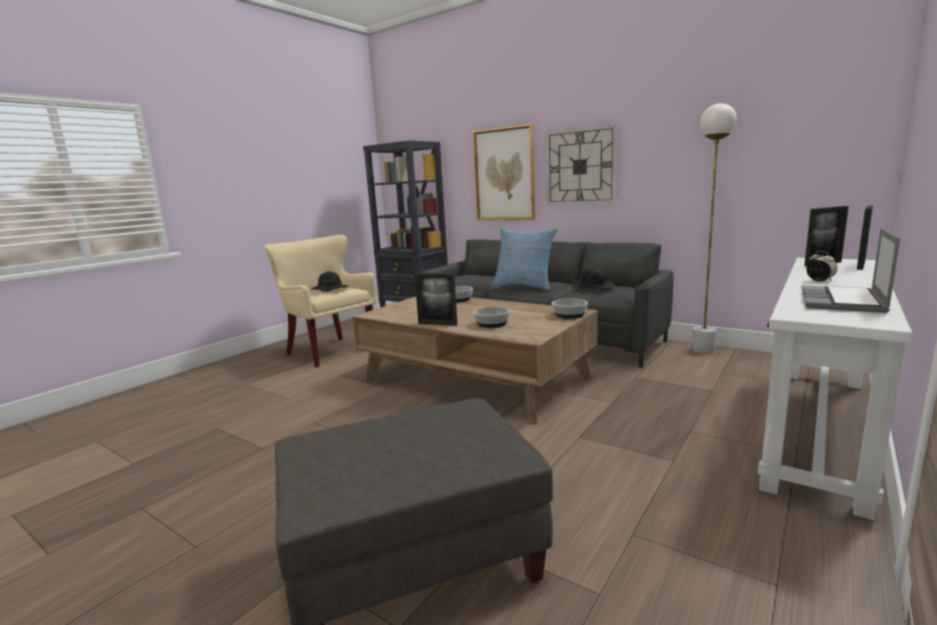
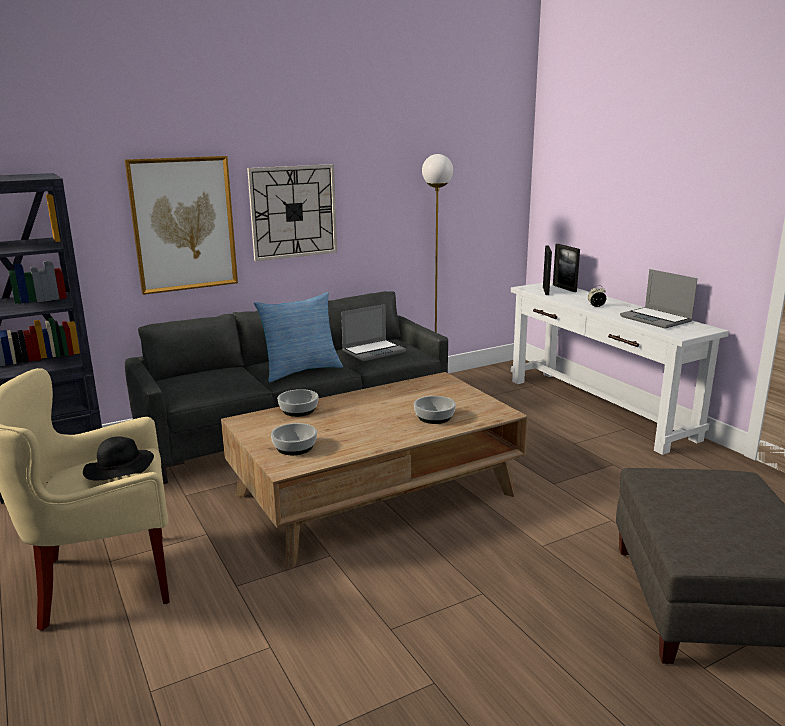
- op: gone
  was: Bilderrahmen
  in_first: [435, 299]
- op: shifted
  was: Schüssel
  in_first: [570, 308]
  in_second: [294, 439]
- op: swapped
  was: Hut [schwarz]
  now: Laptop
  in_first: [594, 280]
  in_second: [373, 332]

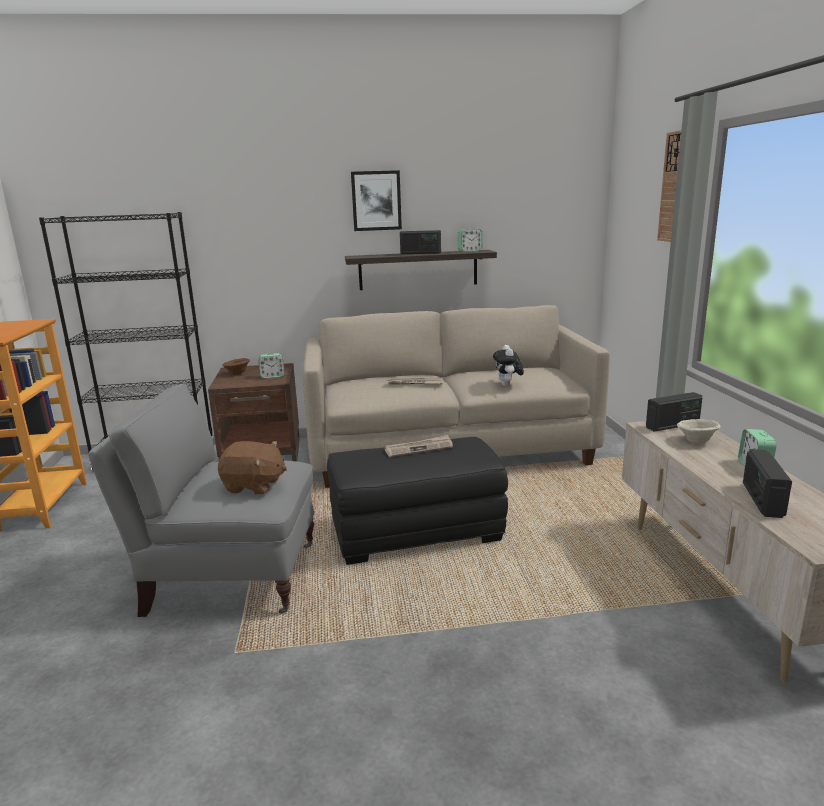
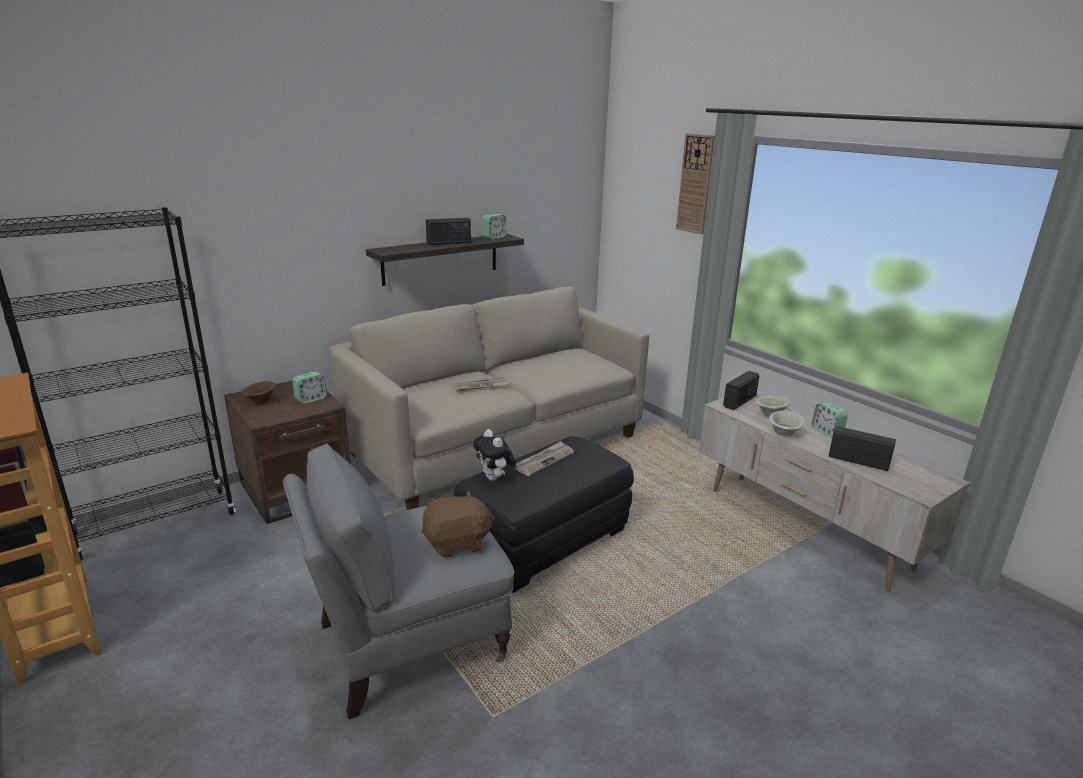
- op: gone
  was: Bild
  in_first: [376, 200]
- op: new
  now: Schüssel [beige]
  in_second: [787, 423]
- op: shifted
  was: Plüschtier
  in_first: [508, 366]
  in_second: [494, 455]
- op: rotated
  was: Radio
  in_first: [767, 483]
  in_second: [862, 448]
  clockwise: 135

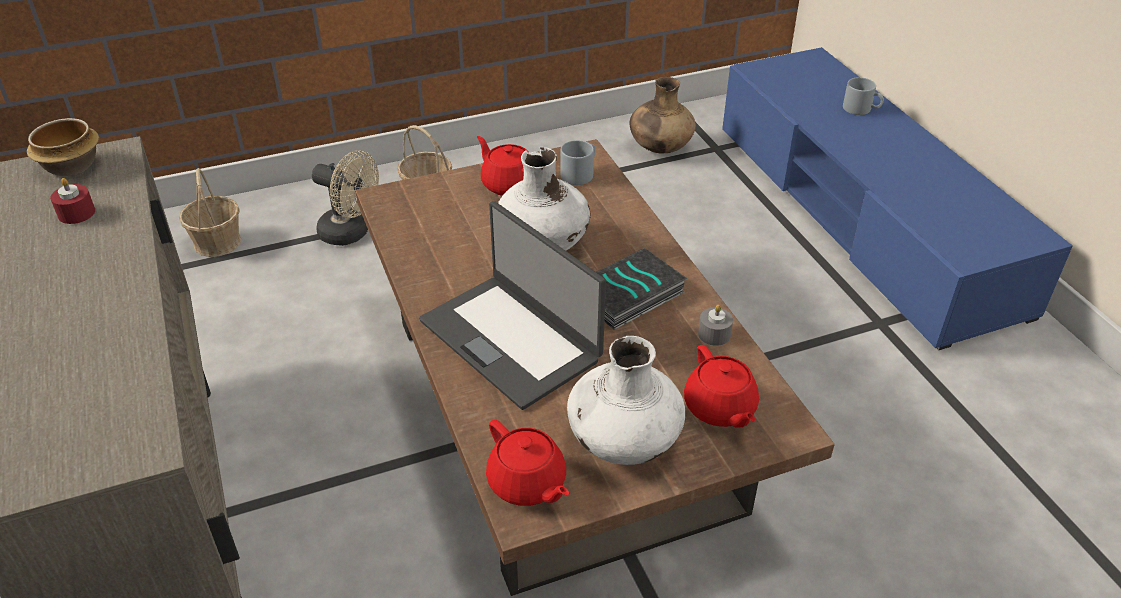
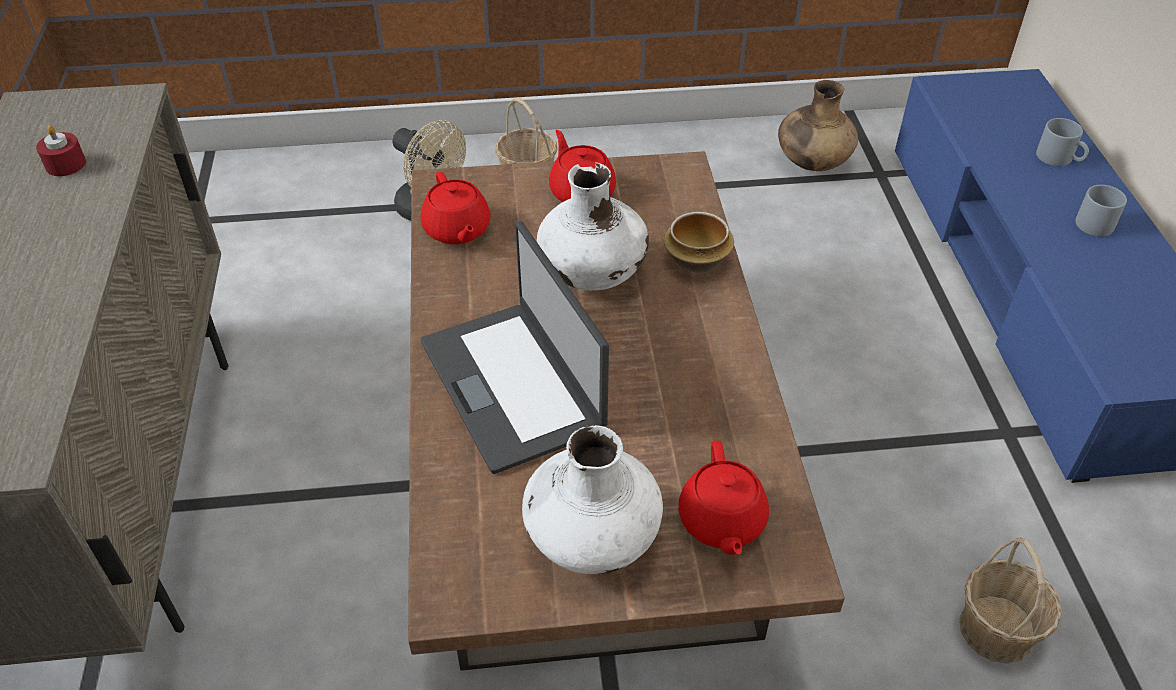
- op: gone
  was: Buch
  in_first: [642, 289]
- op: gone
  was: Kerze [grau]
  in_first: [715, 325]
- op: shifted
  was: Schüssel
  in_first: [63, 147]
  in_second: [699, 242]
- op: shifted
  was: Korb
  in_first: [210, 212]
  in_second: [1011, 600]
- op: shifted
  was: Teekanne [rot]
  in_first: [527, 463]
  in_second: [455, 208]
- op: shifted
  was: Henkelbecher [grau]
  in_first: [578, 162]
  in_second: [1101, 211]

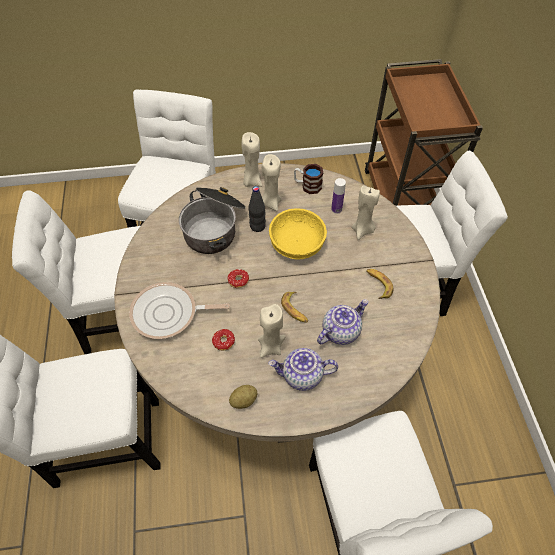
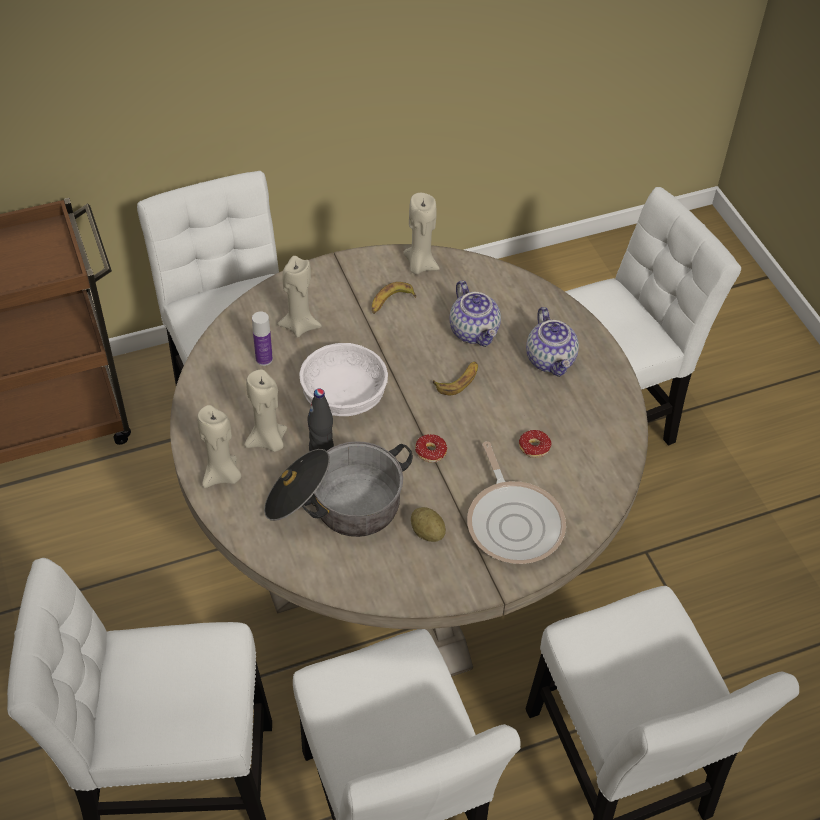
- op: gone
  was: Henkelbecher
  in_first: [308, 179]
- op: shifted
  was: Kartoffel
  in_first: [243, 397]
  in_second: [428, 524]
- op: shifted
  was: Kerze [beige]
  in_first: [272, 331]
  in_second: [421, 234]
- op: repainted
  was: Schüssel [gelb]
  now: Schüssel [weiß]
  in_first: [298, 233]
  in_second: [343, 379]
- op: rotated
  was: Teekanne
  in_first: [343, 322]
  in_second: [475, 314]
  clockwise: -150

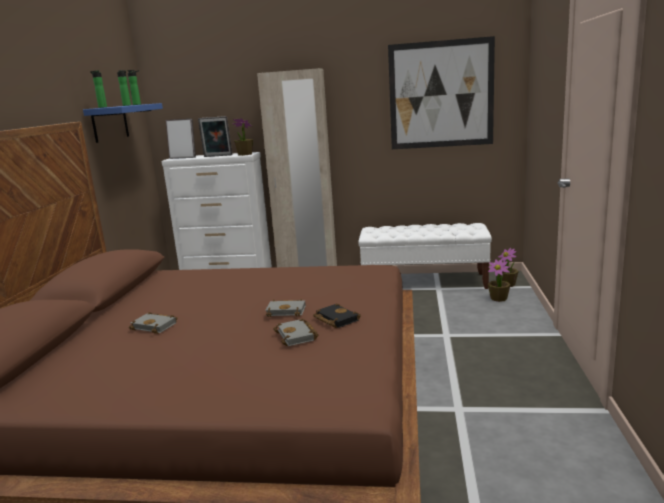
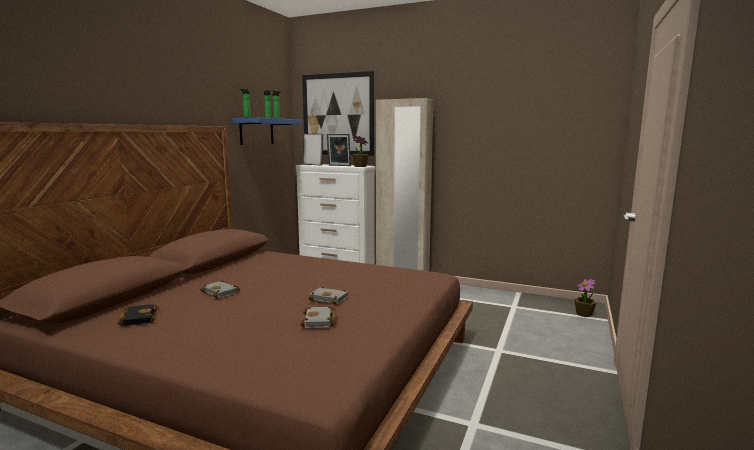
- op: gone
  was: Bank [weiß]
  in_first: [425, 256]
- op: gone
  was: Topfpflanze
  in_first: [499, 280]
- op: shifted
  was: Buch [schwarz]
  in_first: [337, 315]
  in_second: [138, 314]
- op: shifted
  was: Bild
  in_first: [441, 92]
  in_second: [338, 113]

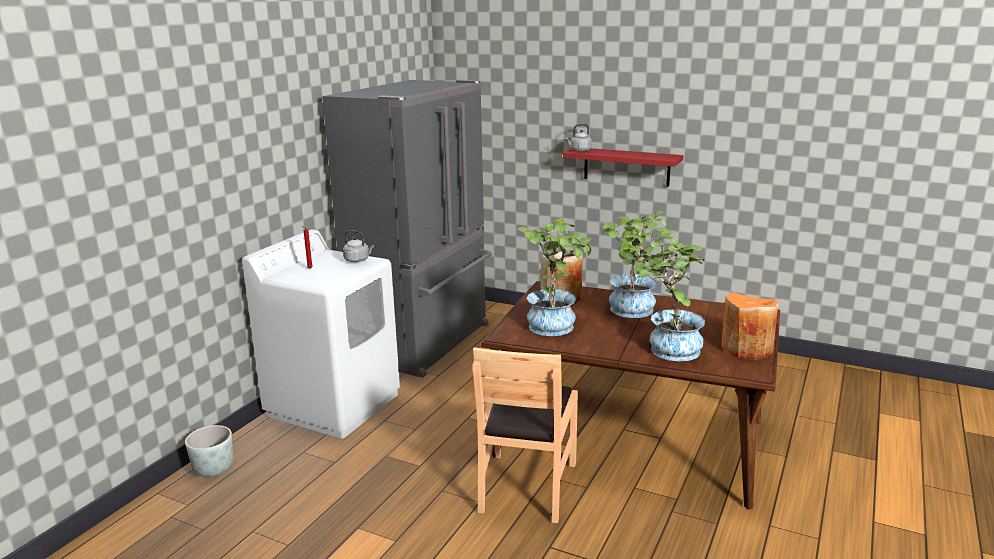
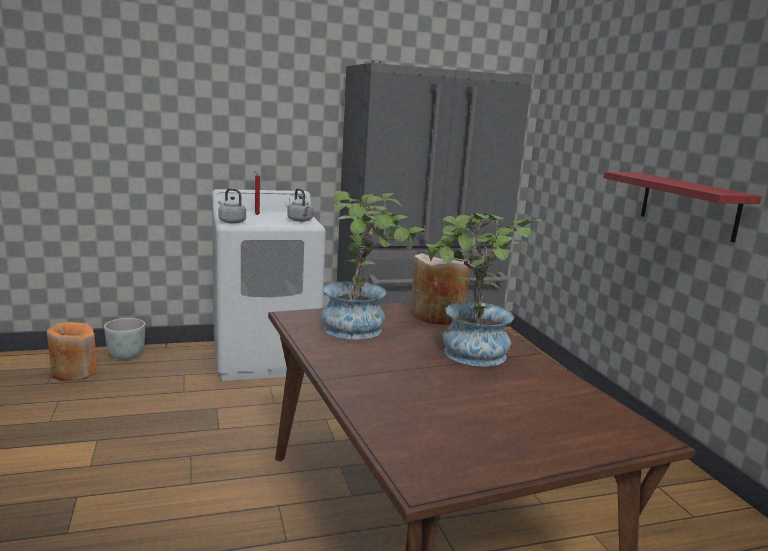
- op: gone
  was: Stuhl [braun]
  in_first: [525, 435]
- op: gone
  was: Topfpflanze
  in_first: [666, 301]
- op: shifted
  was: Wasserkessel [grau]
  in_first: [578, 138]
  in_second: [232, 206]
- op: shifted
  was: Vase [orange]
  in_first: [750, 326]
  in_second: [72, 351]

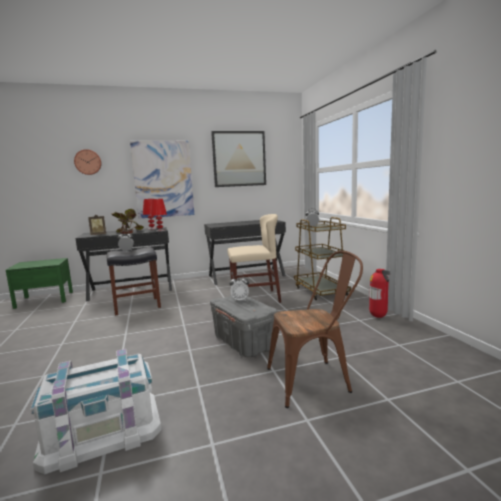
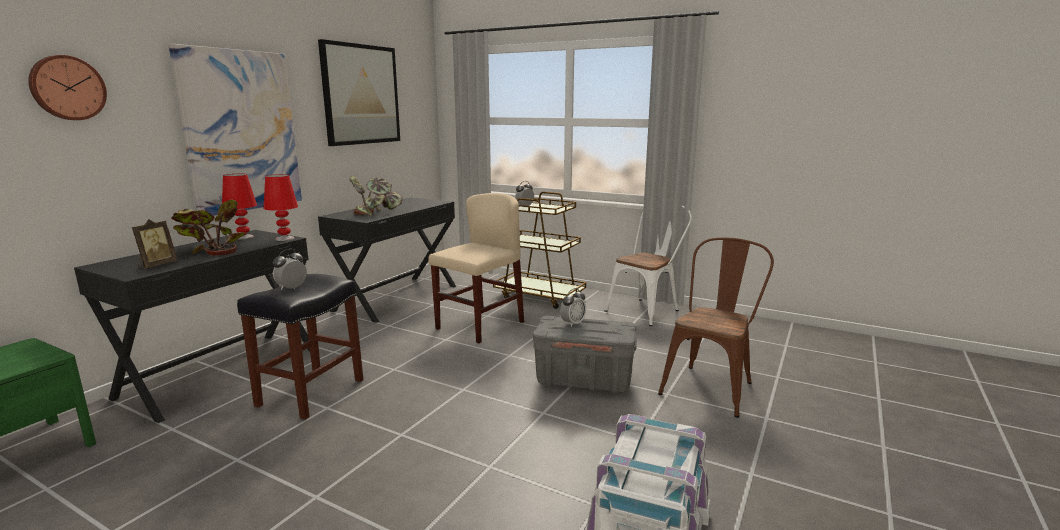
- op: new
  now: Topfpflanze
  in_second: [376, 196]
- op: swapped
  was: Feuerlöscher
  now: Stuhl [weiß]
  in_first: [379, 293]
  in_second: [648, 266]

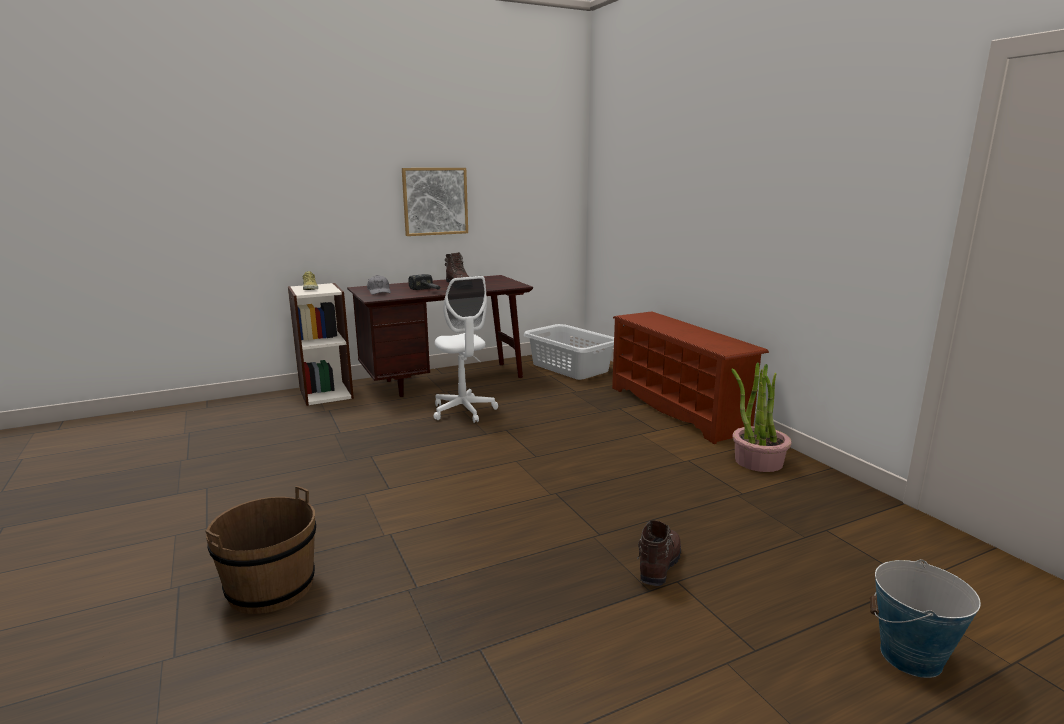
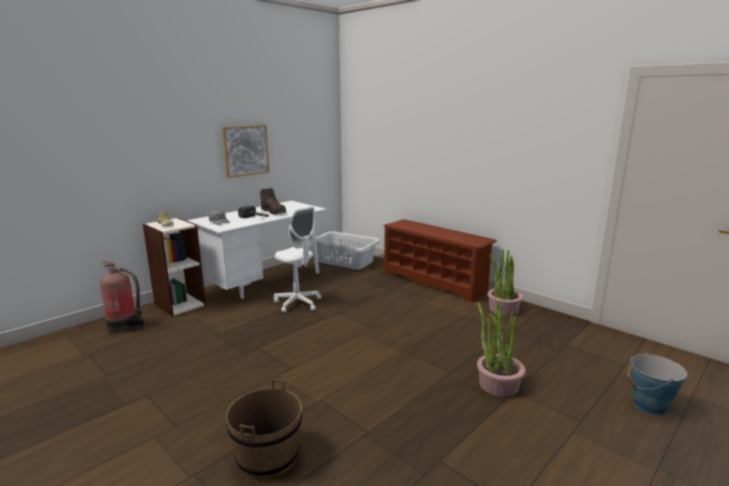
- op: new
  now: Feuerlöscher
  in_second: [122, 297]
- op: swapped
  was: Stiefel [braun]
  now: Topfpflanze
  in_first: [659, 553]
  in_second: [501, 349]
- op: repainted
  was: Schreibtisch [braun]
  now: Schreibtisch [weiß]
  in_first: [440, 336]
  in_second: [257, 250]

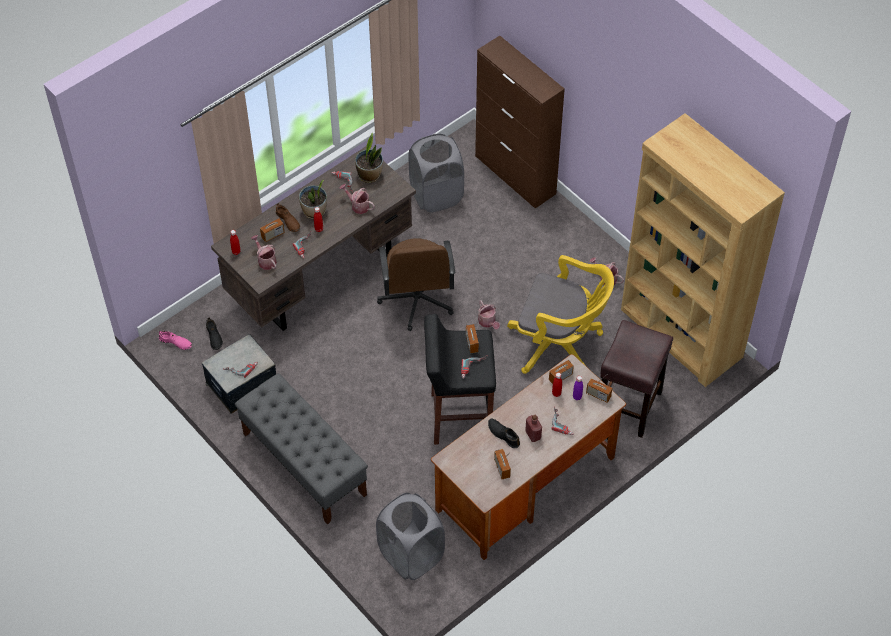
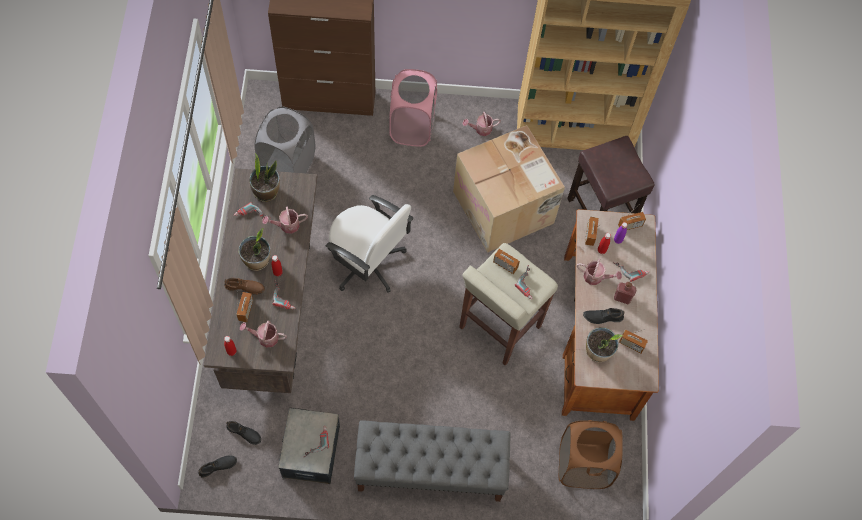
- op: new
  now: Wäschekorb [rosa]
  in_second: [413, 108]
- op: new
  now: Topfpflanze
  in_second: [604, 344]
- op: shifted
  was: Gießkanne
  in_first: [489, 314]
  in_second: [599, 272]
- op: swapped
  was: Bürostuhl [gelb]
  now: Karton
  in_first: [560, 314]
  in_second: [509, 189]
- op: repainted
  was: Schuh [rosa]
  now: Schuh [schwarz]
  in_first: [175, 340]
  in_second: [217, 466]
- op: repainted
  was: Wäschekorb [grau]
  now: Wäschekorb [braun]
  in_first: [410, 536]
  in_second: [591, 454]
- op: repainted
  was: Bürostuhl [braun]
  now: Bürostuhl [weiß]
  in_first: [416, 284]
  in_second: [369, 244]
- op: repainted
  was: Hocker [schwarz]
  now: Hocker [beige]
  in_first: [460, 379]
  in_second: [508, 304]

